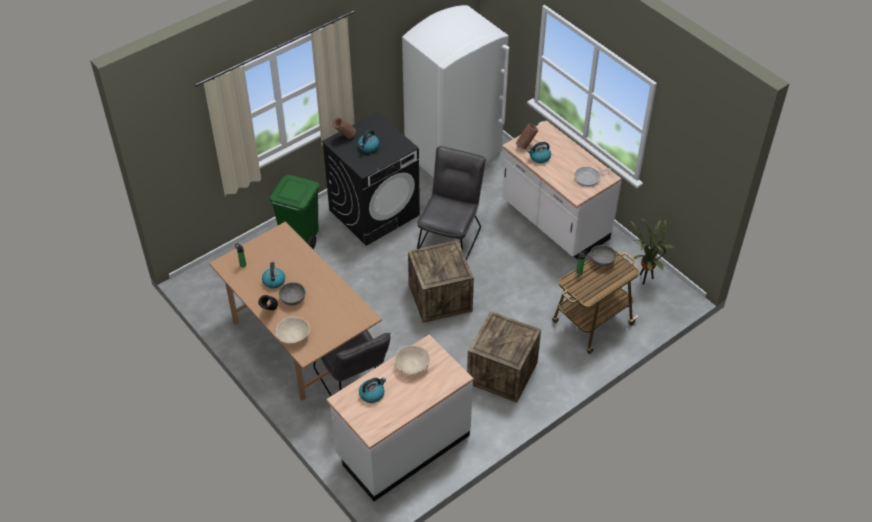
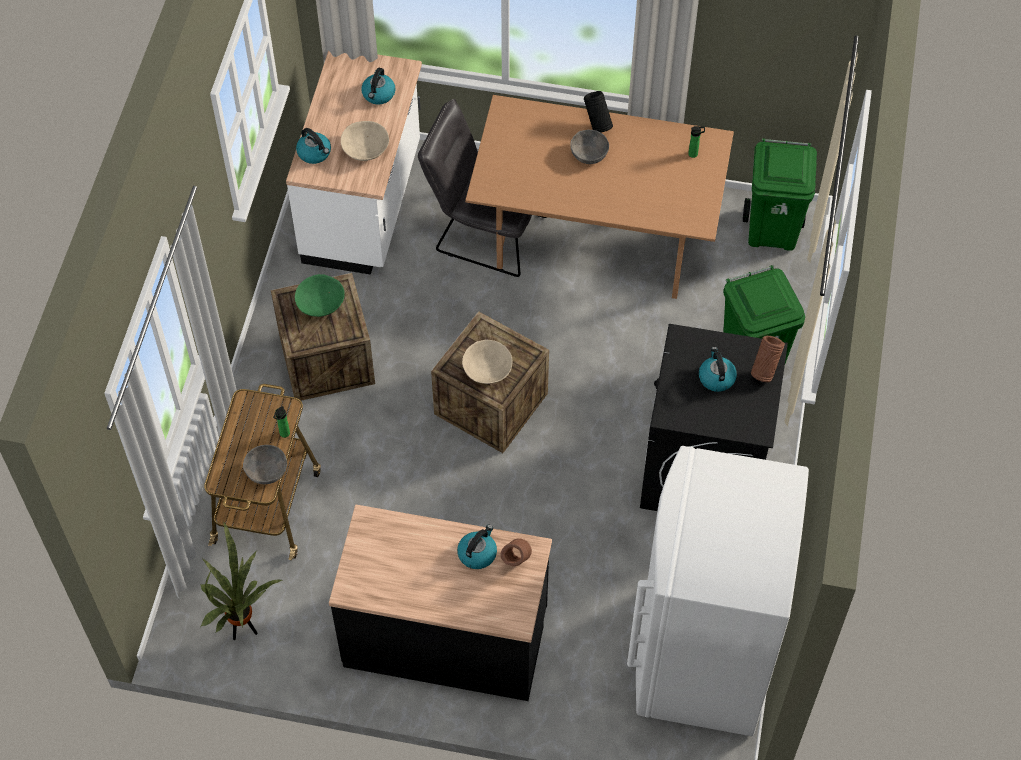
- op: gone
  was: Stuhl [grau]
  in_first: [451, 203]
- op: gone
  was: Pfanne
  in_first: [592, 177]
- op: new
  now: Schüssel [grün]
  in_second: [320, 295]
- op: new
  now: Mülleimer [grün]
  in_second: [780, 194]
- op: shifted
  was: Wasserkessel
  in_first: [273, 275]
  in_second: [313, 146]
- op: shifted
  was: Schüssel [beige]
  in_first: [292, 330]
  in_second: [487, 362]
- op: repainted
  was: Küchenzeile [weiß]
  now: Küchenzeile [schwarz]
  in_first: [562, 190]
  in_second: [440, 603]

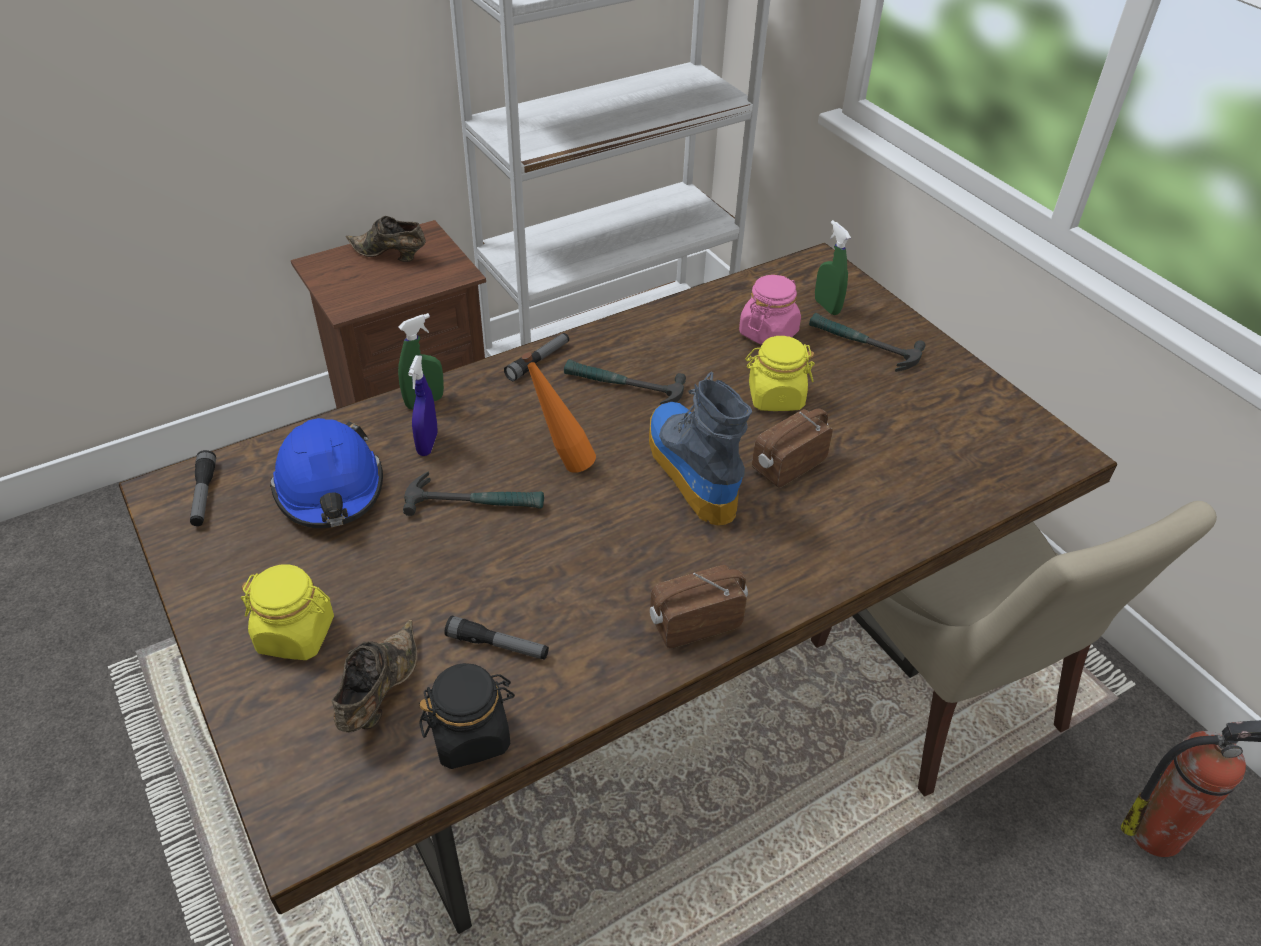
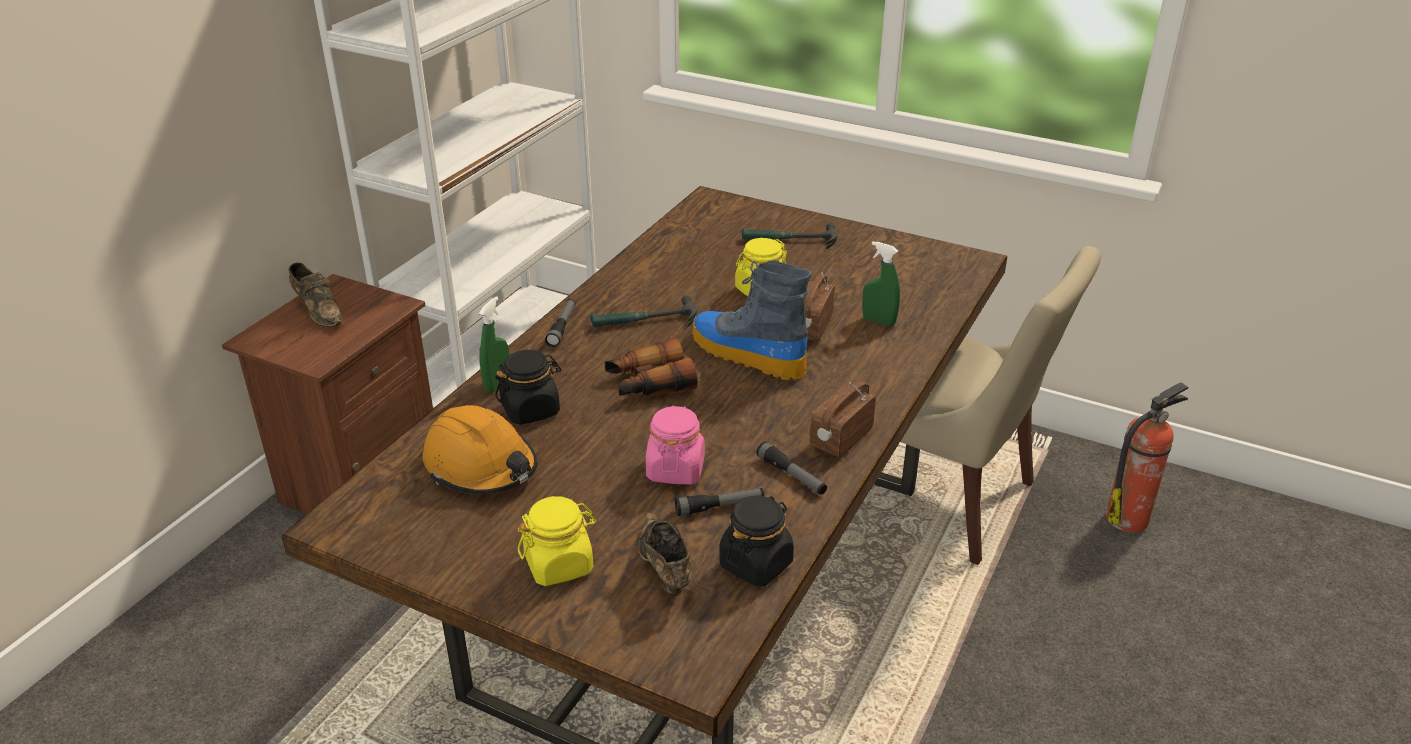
- op: gone
  was: Hammer
  in_first: [473, 494]
- op: shifted
  was: Taschenlampe
  in_first: [203, 488]
  in_second: [791, 468]
- op: shifted
  was: Vorratsglas [rosa]
  in_first: [770, 310]
  in_second: [675, 445]
- op: shifted
  was: Sprühflasche [grün]
  in_first: [833, 267]
  in_second: [881, 283]
- op: swapped
  was: Sprühflasche [blau]
  now: Vorratsglas [schwarz]
  in_first: [423, 405]
  in_second: [528, 387]
- op: swapped
  was: Flasche [orange]
  now: Fernglas
  in_first: [559, 412]
  in_second: [651, 367]
- op: repainted
  was: Schutzhelm [blau]
  now: Schutzhelm [orange]
  in_first: [326, 473]
  in_second: [480, 449]
- op: rotated
  was: Schuh [braun]
  in_first: [386, 239]
  in_second: [315, 295]
  clockwise: -120

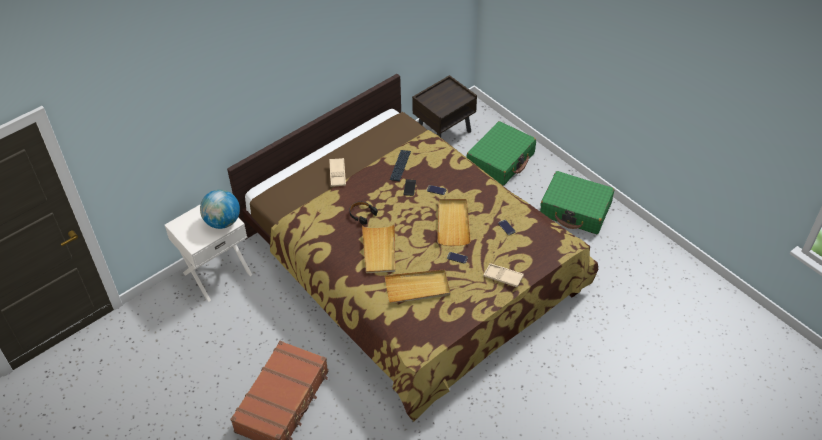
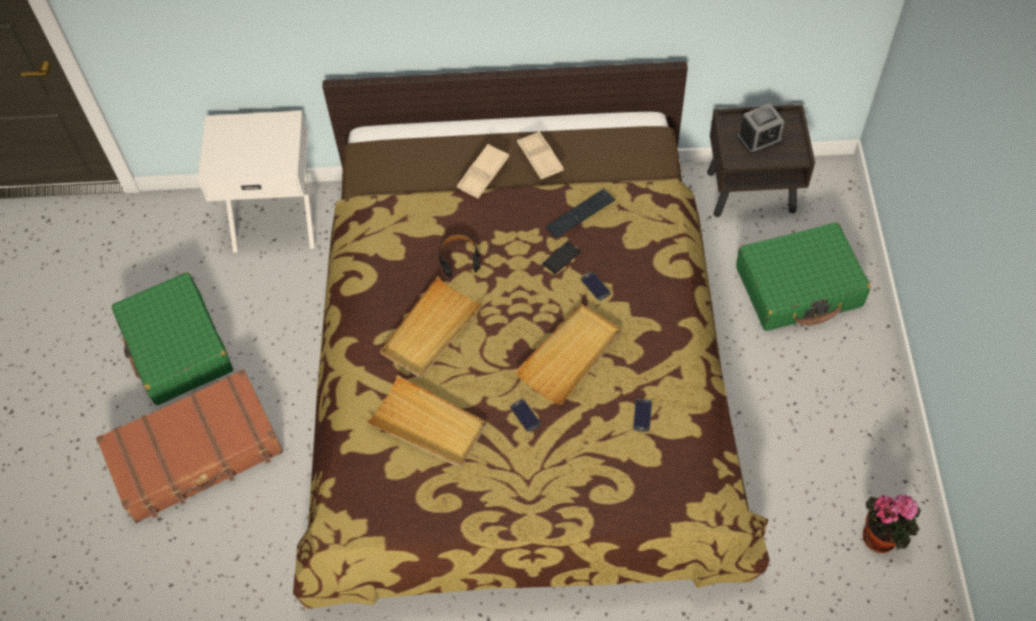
- op: gone
  was: Globus
  in_first: [220, 209]
- op: new
  now: Wecker
  in_second: [761, 128]
- op: new
  now: Topfpflanze
  in_second: [892, 524]
- op: shifted
  was: Tablett [beige]
  in_first: [503, 275]
  in_second: [540, 155]
- op: shifted
  was: Koffer [grün]
  in_first: [577, 202]
  in_second: [172, 339]

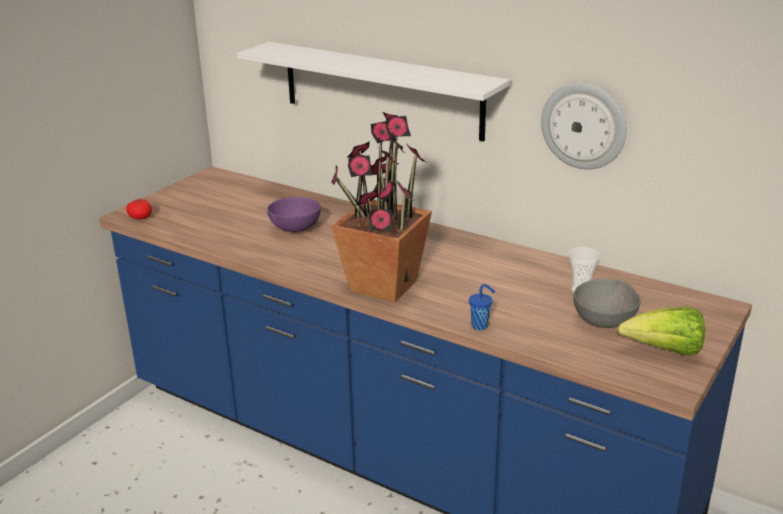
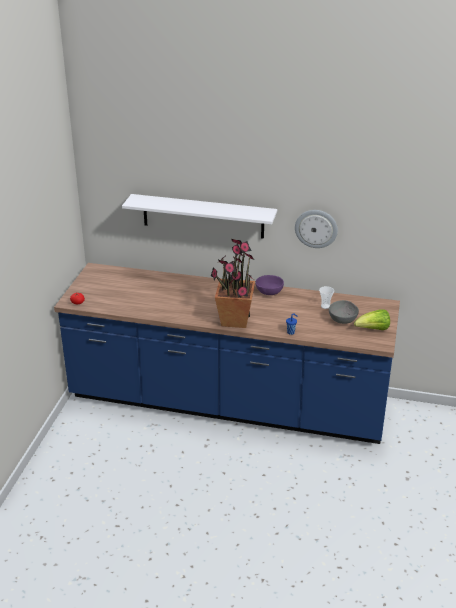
- op: shifted
  was: Schüssel [lila]
  in_first: [294, 214]
  in_second: [270, 285]

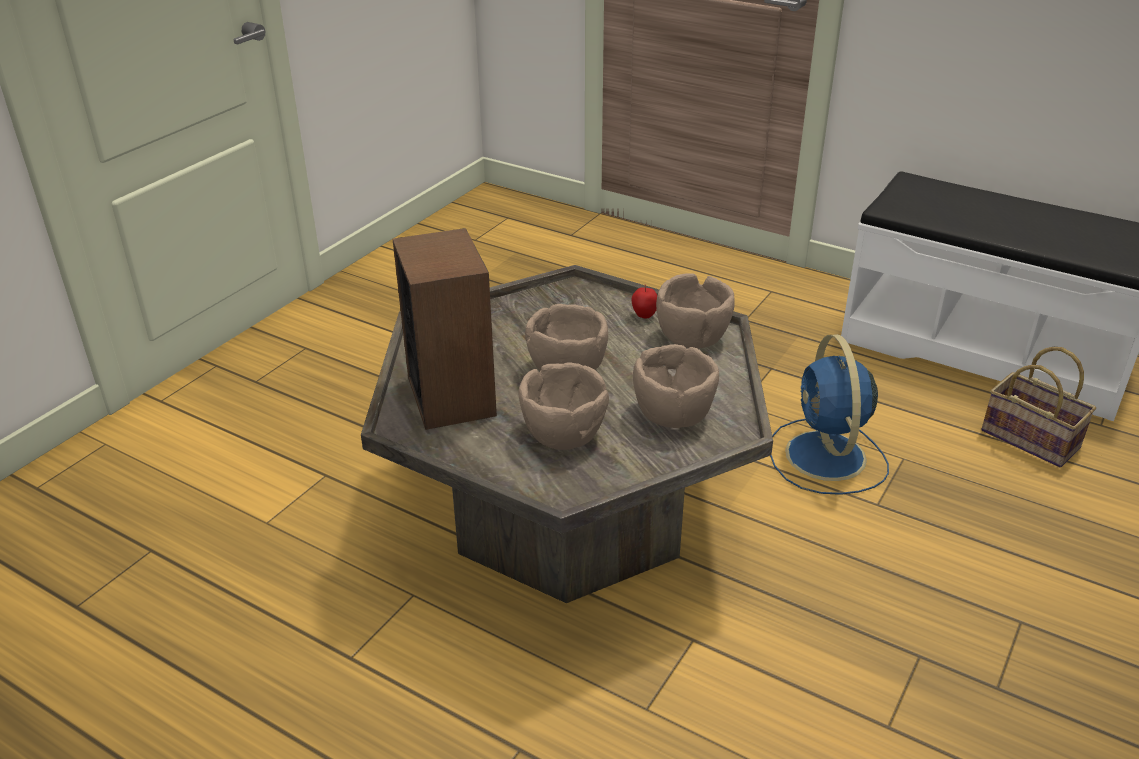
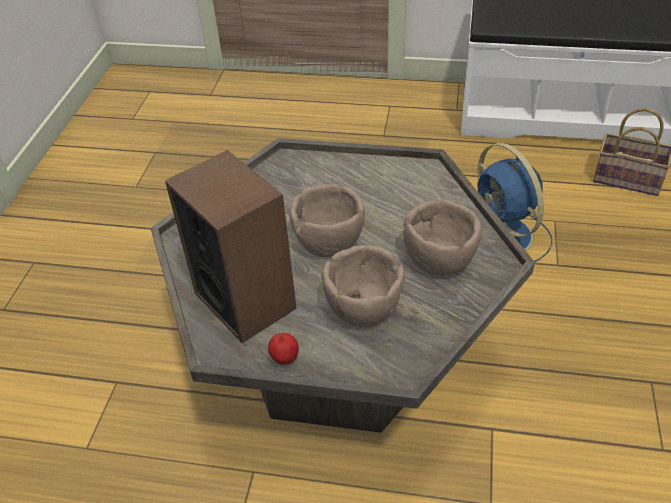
- op: gone
  was: Schüssel [braun]
  in_first: [695, 311]
- op: shifted
  was: Apfel
  in_first: [644, 301]
  in_second: [283, 349]

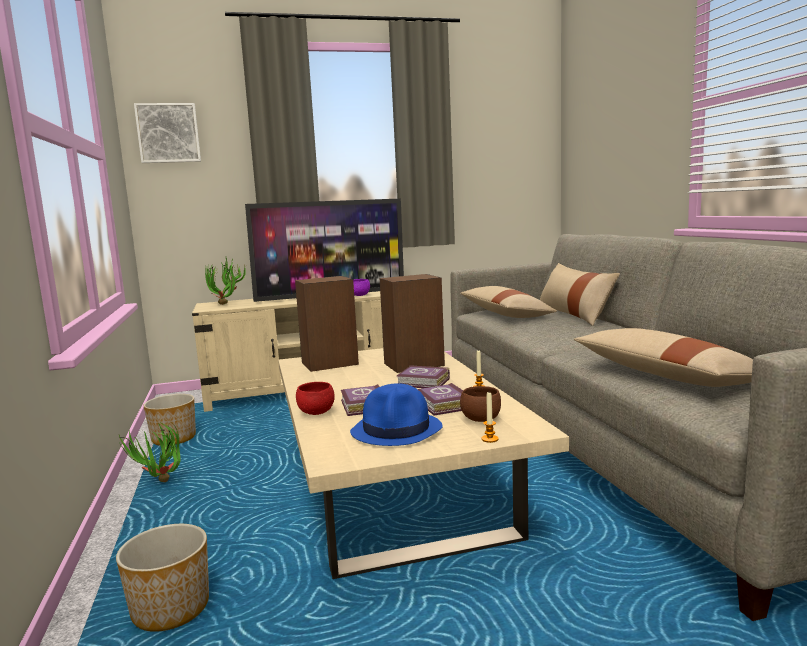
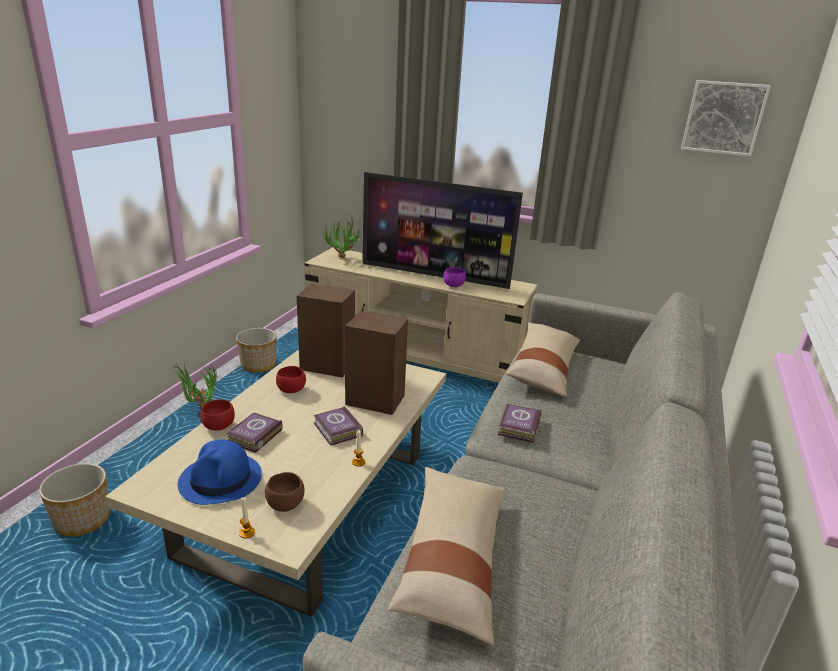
- op: gone
  was: Kissen [beige]
  in_first: [580, 294]
- op: new
  now: Schüssel [rot]
  in_second: [291, 379]
- op: shifted
  was: Bild
  in_first: [167, 133]
  in_second: [726, 118]
- op: shifted
  was: Buch
  in_first: [440, 399]
  in_second: [520, 423]

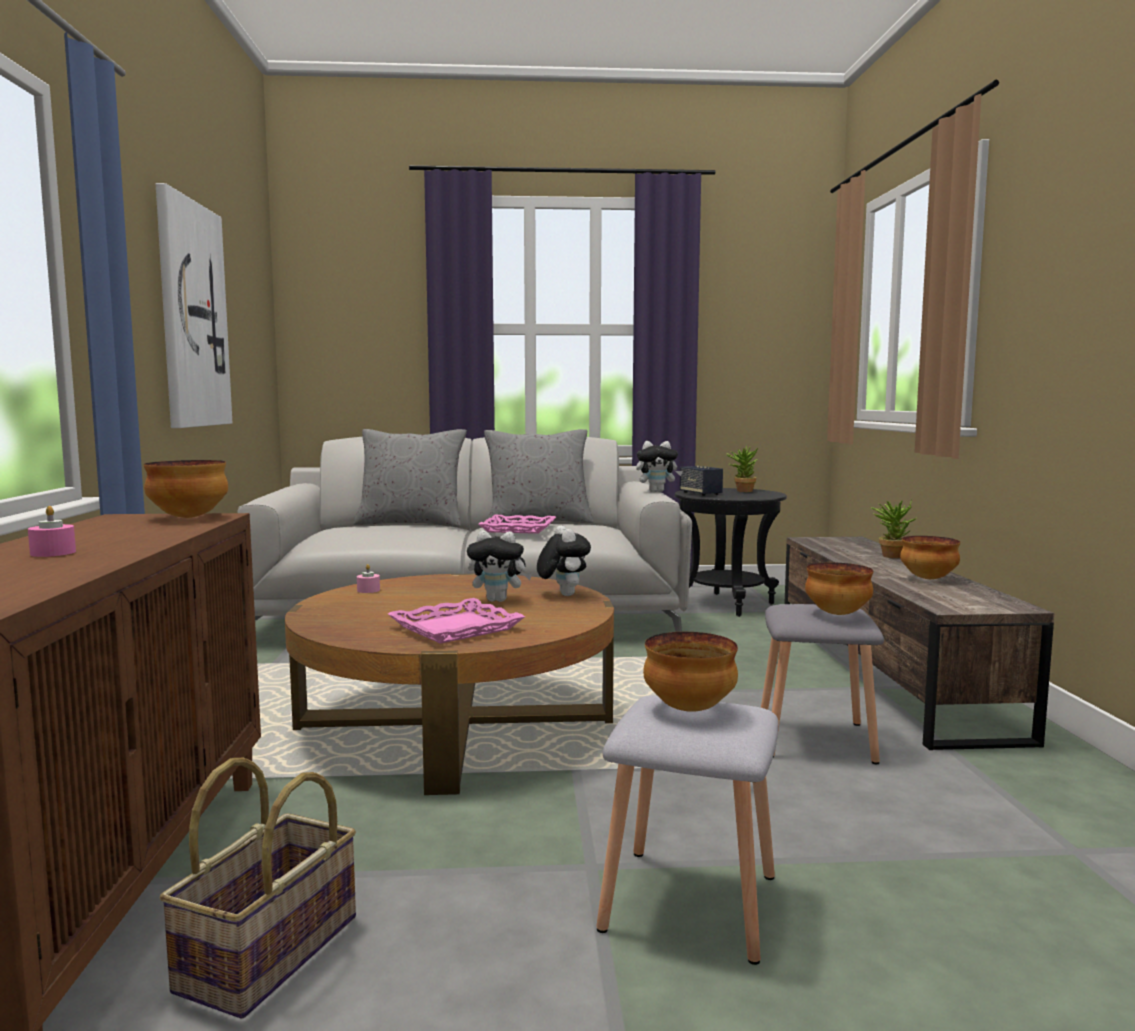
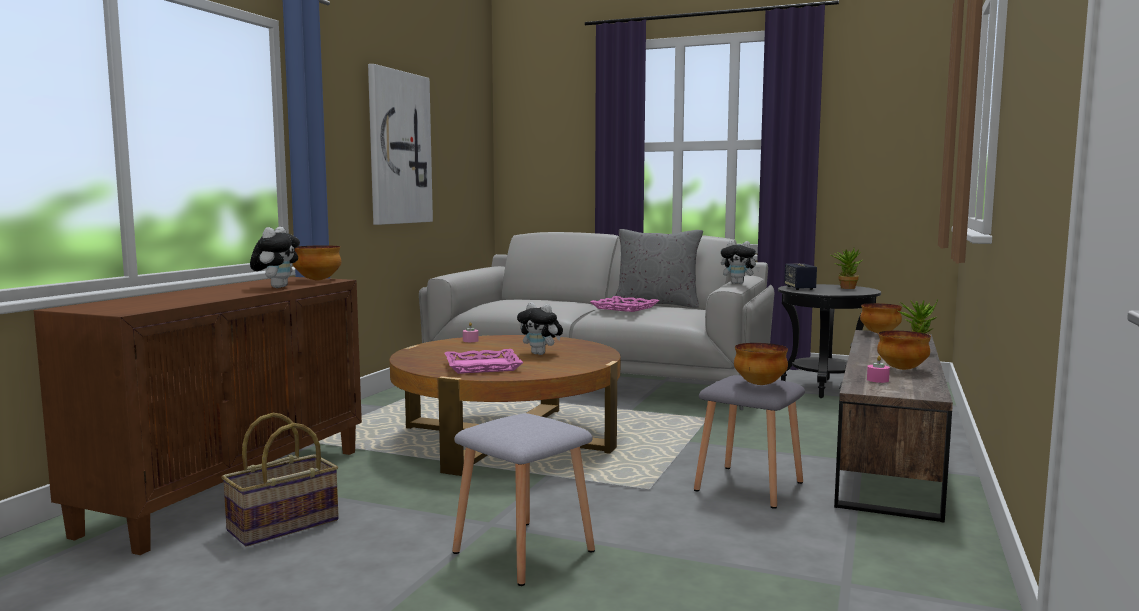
- op: gone
  was: Kissen [grau]
  in_first: [410, 478]
- op: shifted
  was: Kerze [rosa]
  in_first: [52, 531]
  in_second: [878, 369]
- op: shifted
  was: Plüschtier
  in_first: [564, 561]
  in_second: [275, 257]
- op: shifted
  was: Schüssel
  in_first: [690, 672]
  in_second: [881, 318]

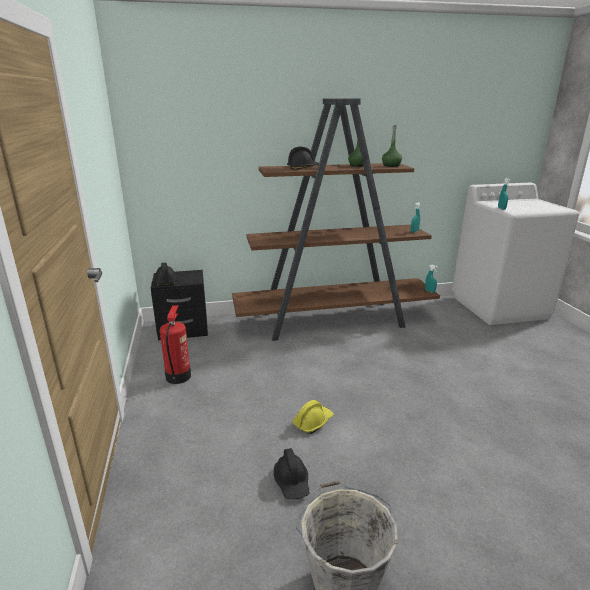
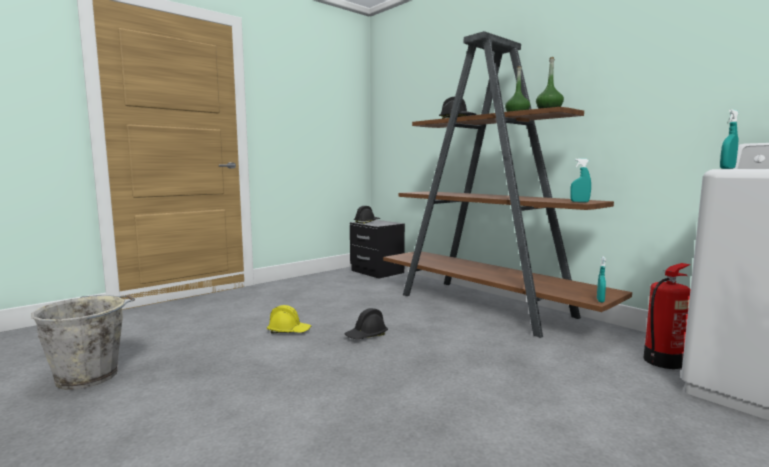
- op: shifted
  was: Feuerlöscher
  in_first: [175, 345]
  in_second: [667, 316]
- op: shifted
  was: Schutzhelm [schwarz]
  in_first: [291, 473]
  in_second: [366, 323]

